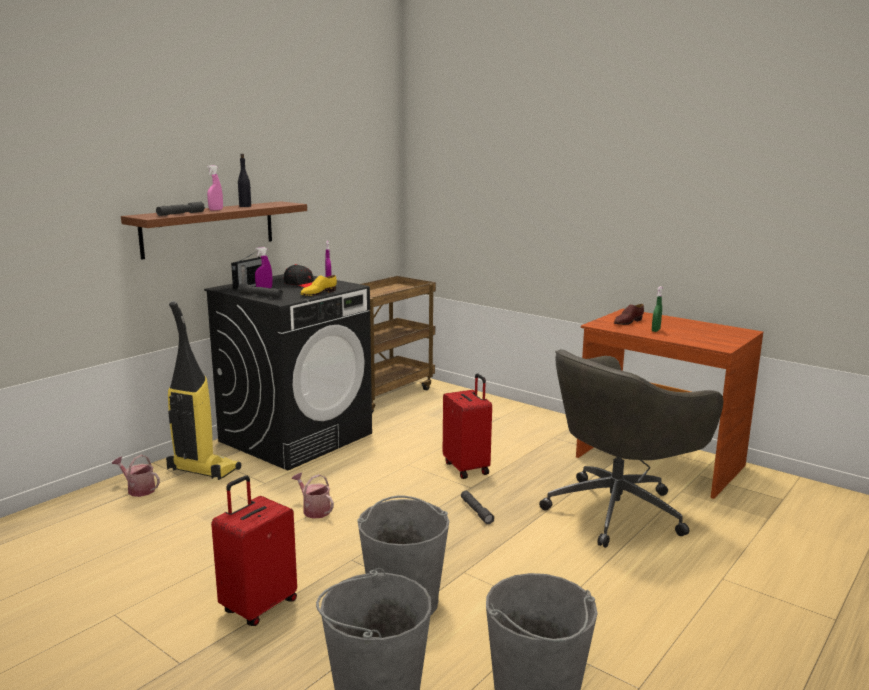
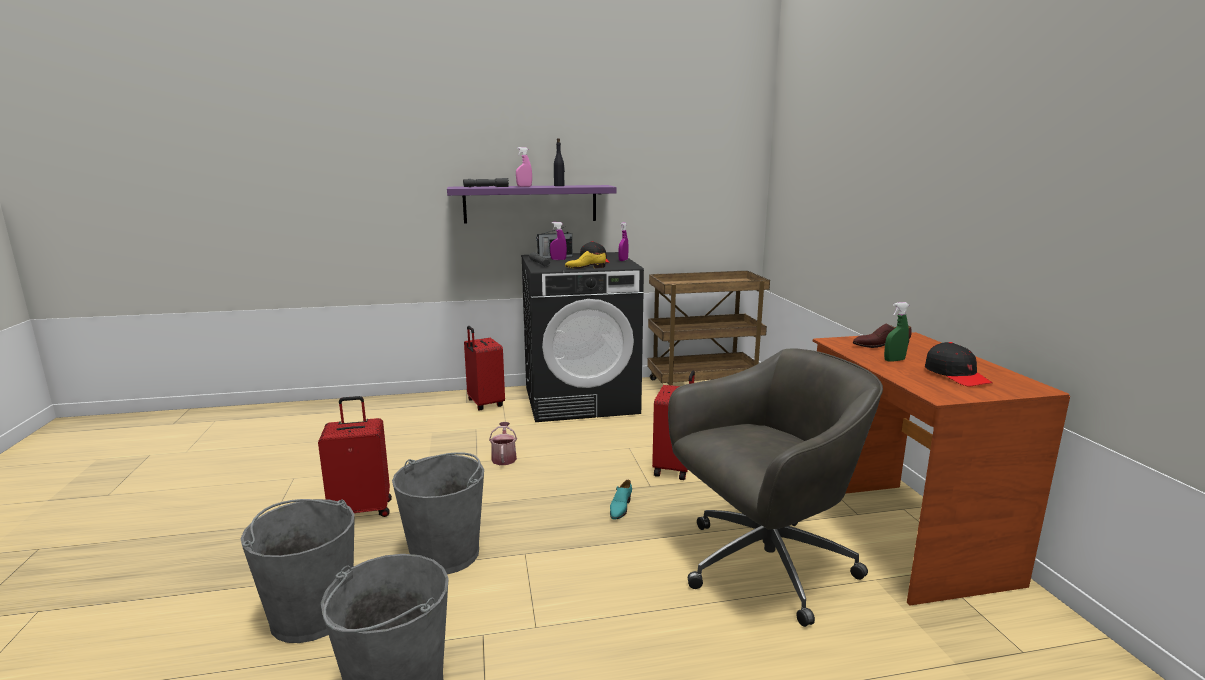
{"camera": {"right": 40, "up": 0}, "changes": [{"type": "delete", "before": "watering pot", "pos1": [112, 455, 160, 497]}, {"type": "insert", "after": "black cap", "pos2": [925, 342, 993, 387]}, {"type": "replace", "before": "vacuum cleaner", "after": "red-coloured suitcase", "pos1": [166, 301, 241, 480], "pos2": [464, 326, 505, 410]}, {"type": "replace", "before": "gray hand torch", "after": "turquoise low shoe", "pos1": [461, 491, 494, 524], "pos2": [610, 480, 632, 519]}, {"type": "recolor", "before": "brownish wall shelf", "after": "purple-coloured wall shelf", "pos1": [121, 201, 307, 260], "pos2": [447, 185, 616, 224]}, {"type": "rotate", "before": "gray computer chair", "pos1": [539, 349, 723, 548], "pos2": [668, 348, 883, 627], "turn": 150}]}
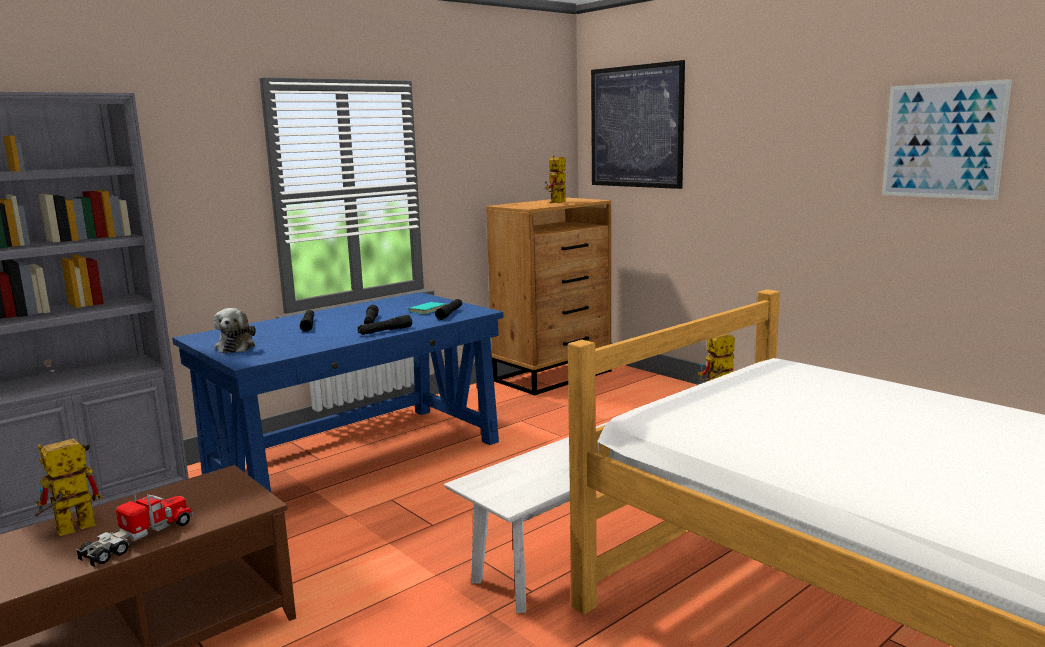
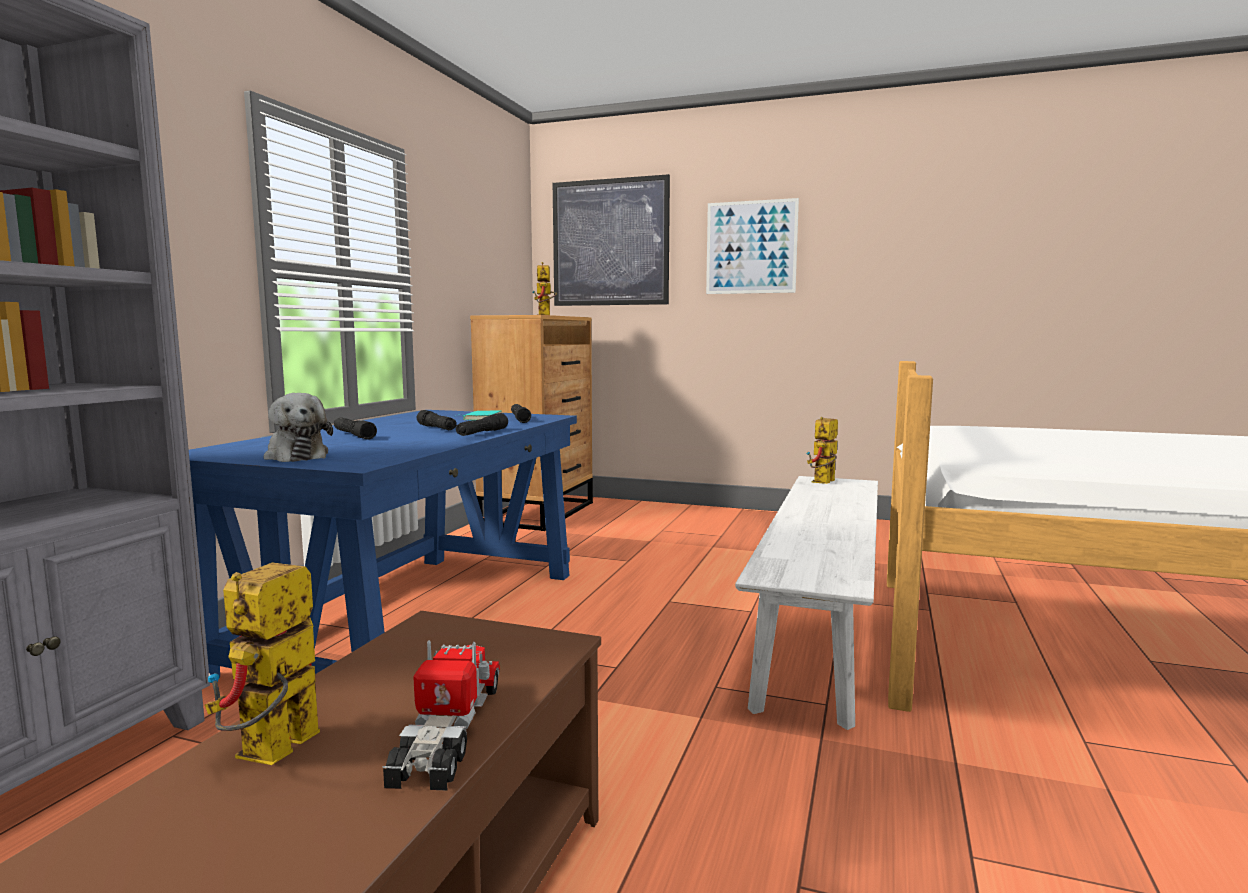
{"camera": {"right": -30, "up": -5}, "changes": [{"type": "move", "before": "wall art", "pos1": [882, 79, 1012, 200], "pos2": [706, 198, 799, 294]}]}
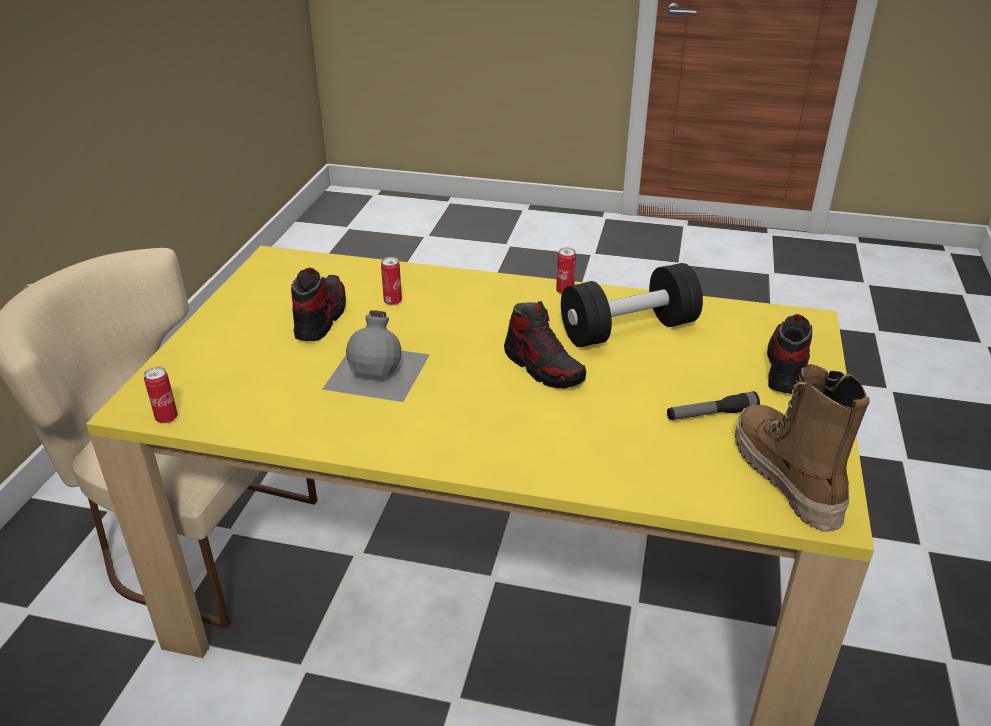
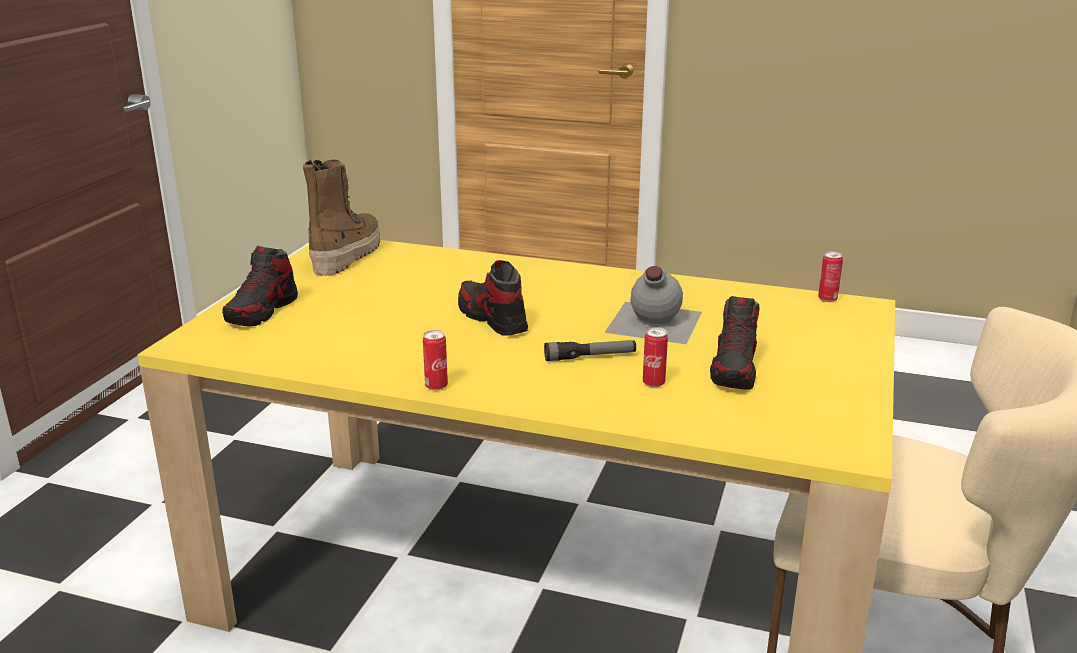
{"camera": {"right": -175, "up": -10}, "changes": [{"type": "delete", "before": "black hand weight", "pos1": [561, 263, 703, 347]}, {"type": "move", "before": "hand torch", "pos1": [667, 391, 760, 420], "pos2": [544, 340, 636, 361]}, {"type": "rotate", "before": "boot", "pos1": [735, 364, 870, 532], "pos2": [303, 160, 380, 276], "turn": -150}]}
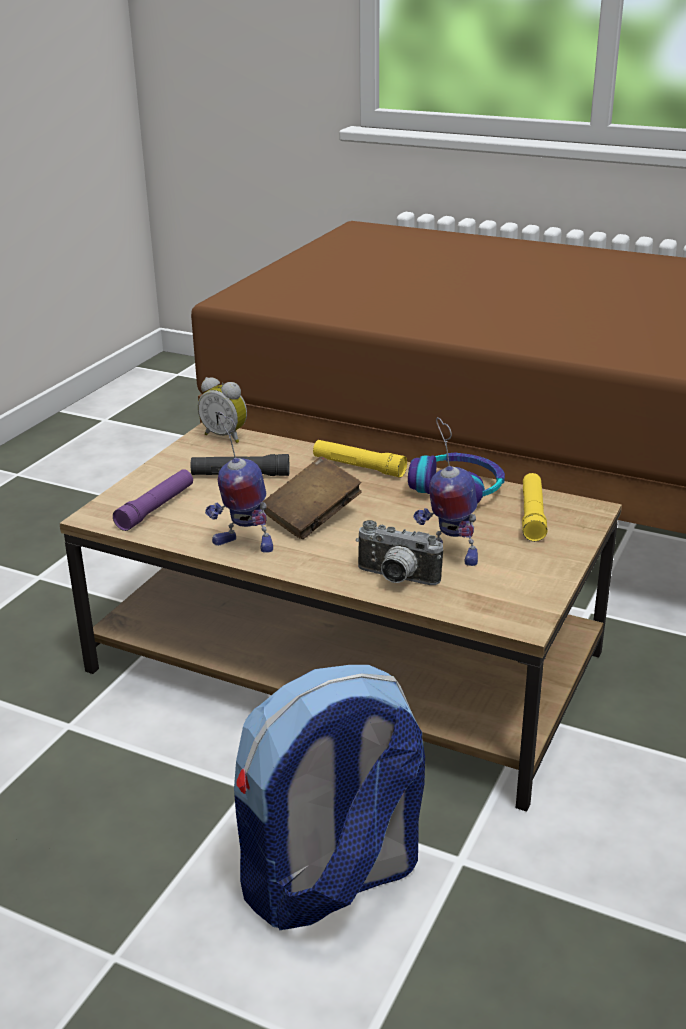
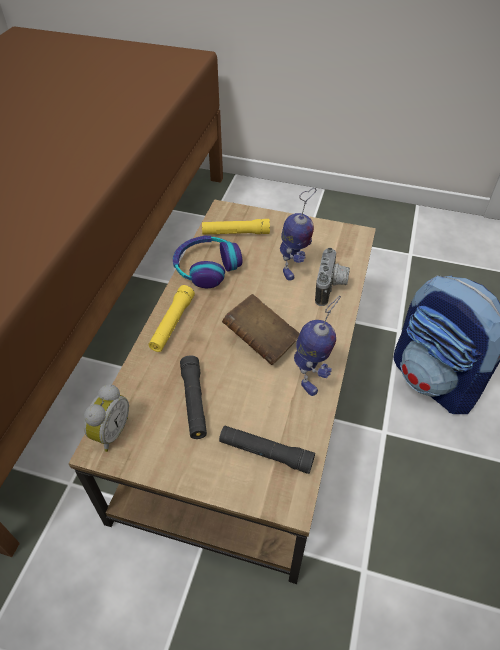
{"camera": {"right": -100, "up": 20}, "changes": [{"type": "recolor", "before": "purple-coloured hand torch", "after": "black hand torch", "pos1": [113, 469, 193, 531], "pos2": [219, 426, 315, 474]}]}
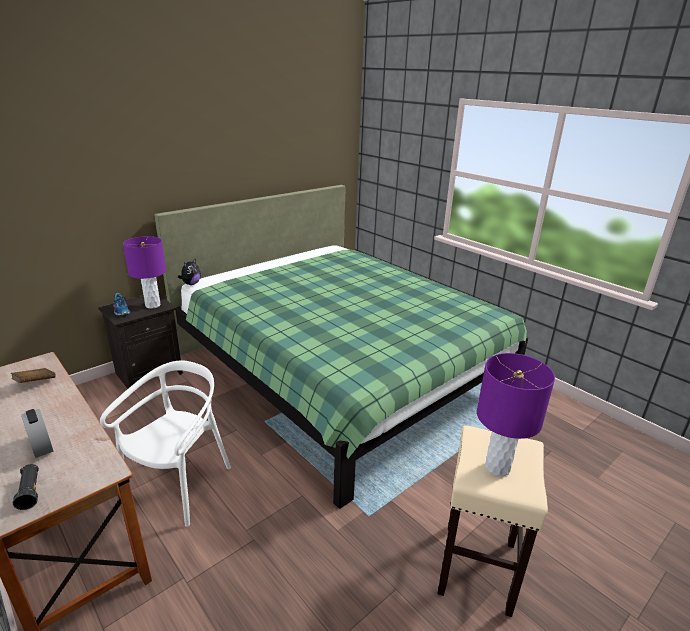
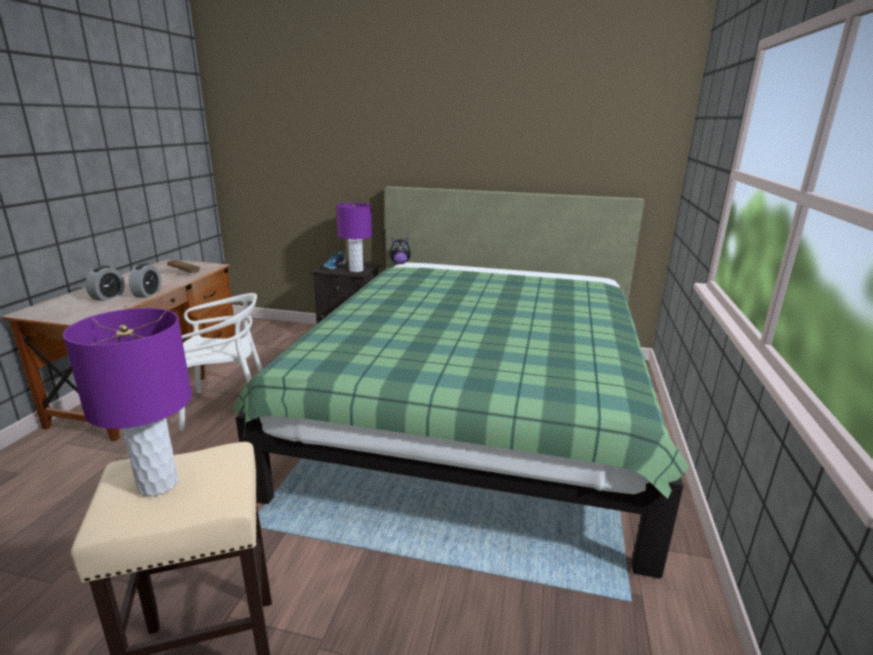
{"camera": {"right": 55, "up": -5}, "changes": [{"type": "delete", "before": "black hand torch", "pos1": [13, 464, 39, 510]}, {"type": "insert", "after": "bedside clock", "pos2": [129, 263, 161, 298]}]}
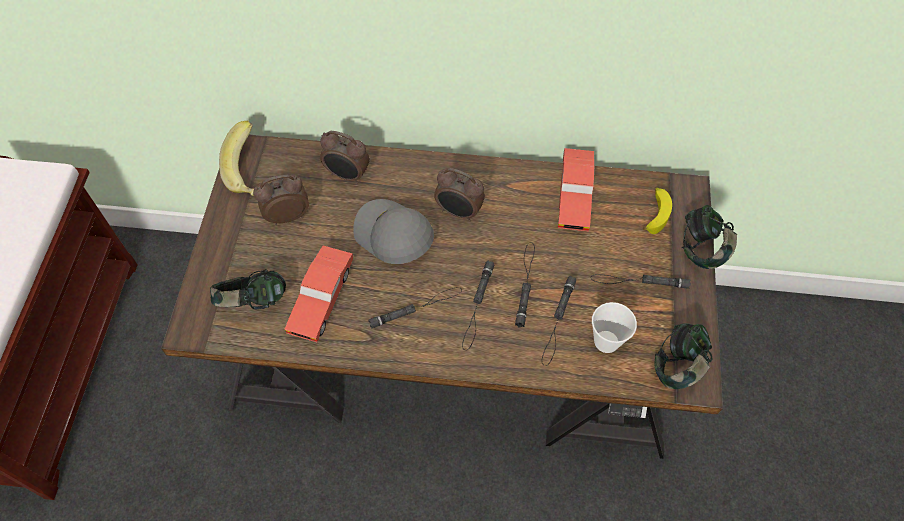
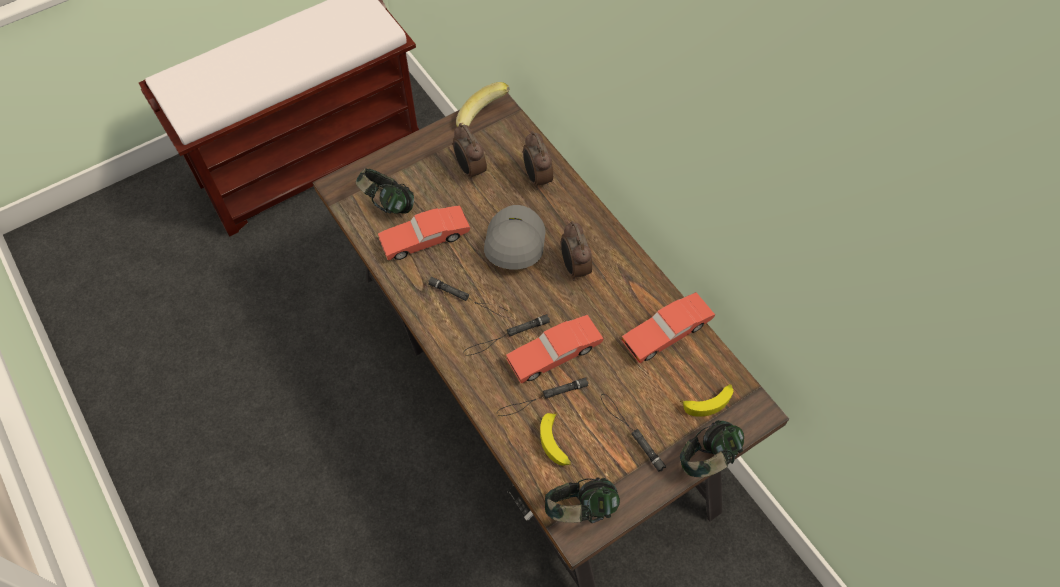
{"camera": {"right": 50, "up": 0}, "changes": [{"type": "replace", "before": "black hand torch", "after": "red-coloured miniature car", "pos1": [515, 242, 535, 328], "pos2": [506, 315, 604, 383]}, {"type": "replace", "before": "drinking cup", "after": "banana fruit", "pos1": [592, 302, 637, 353], "pos2": [540, 412, 571, 466]}, {"type": "rotate", "before": "bedside clock", "pos1": [253, 174, 309, 225], "pos2": [453, 123, 487, 181], "turn": -150}]}
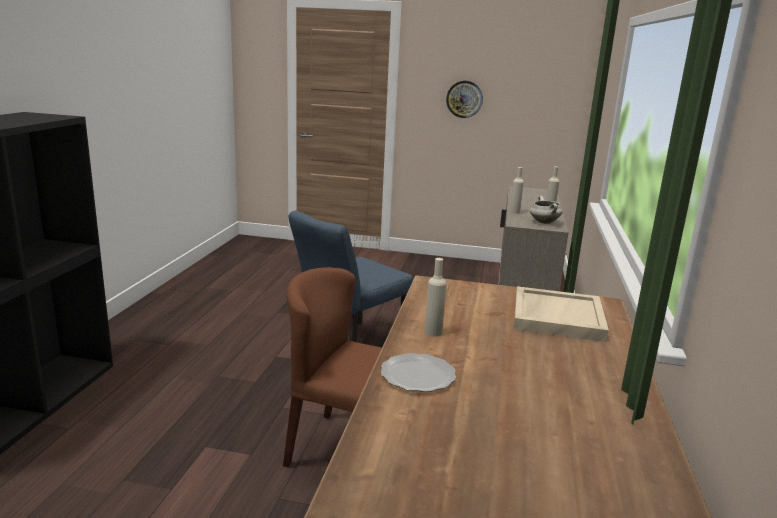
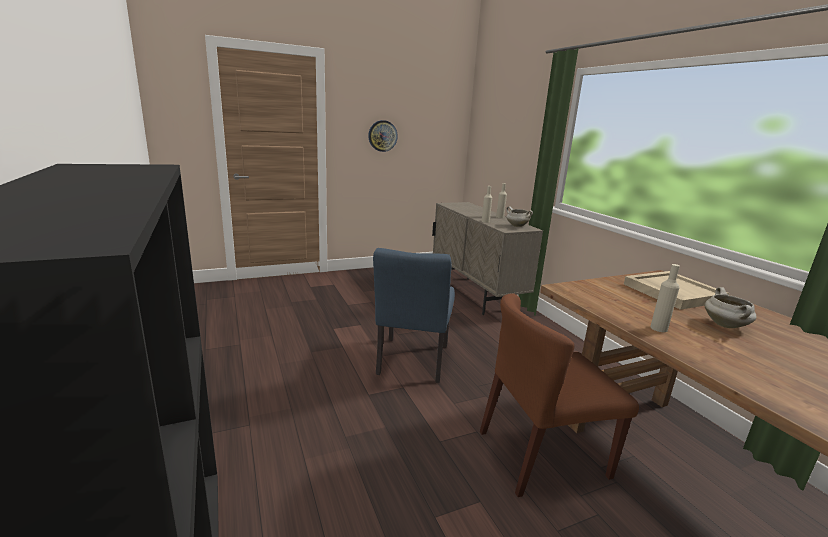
{"camera": {"right": -35, "up": 0}, "changes": [{"type": "delete", "before": "plate", "pos1": [381, 353, 456, 392]}, {"type": "insert", "after": "white stockpot", "pos2": [704, 287, 756, 328]}]}
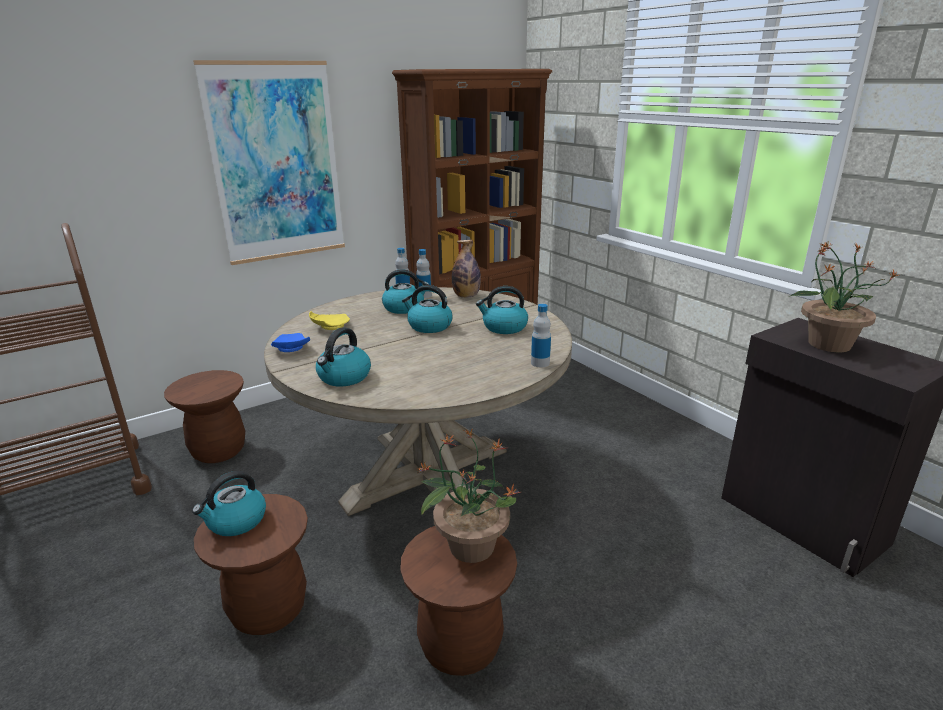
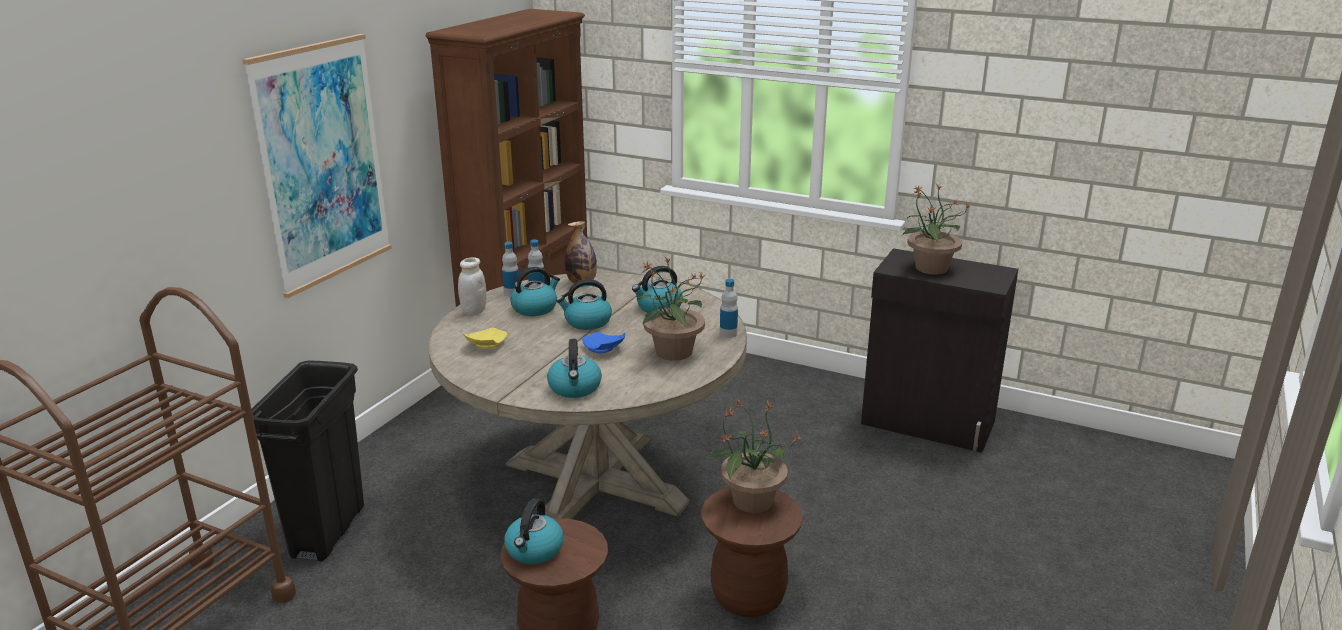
{"camera": {"right": -30, "up": 0}, "changes": [{"type": "insert", "after": "white preserve jar", "pos2": [458, 257, 487, 315]}, {"type": "insert", "after": "houseplant", "pos2": [637, 256, 707, 361]}, {"type": "move", "before": "blue plate", "pos1": [271, 333, 310, 352], "pos2": [582, 332, 625, 353]}, {"type": "replace", "before": "brownish stool seat", "after": "black trash can", "pos1": [164, 370, 245, 463], "pos2": [251, 360, 364, 561]}]}
